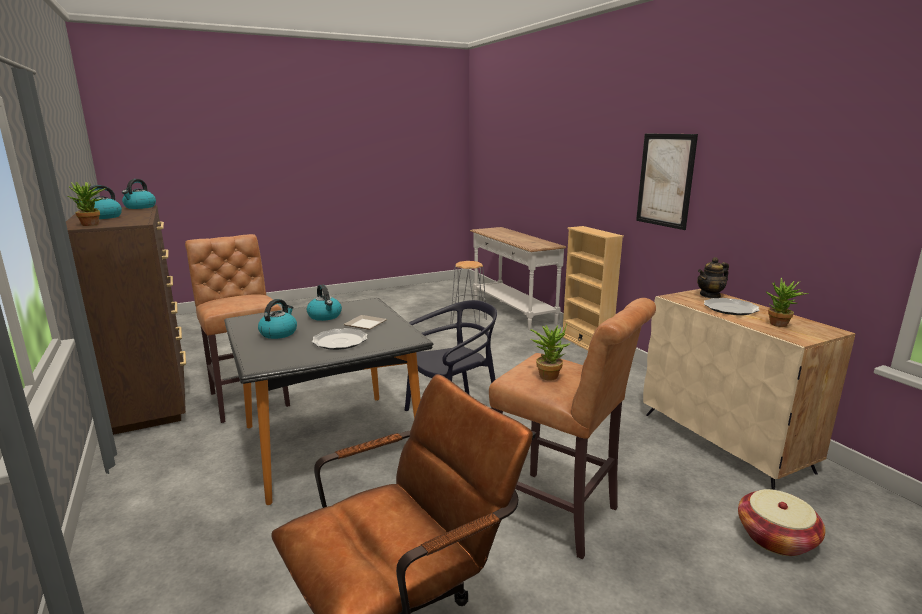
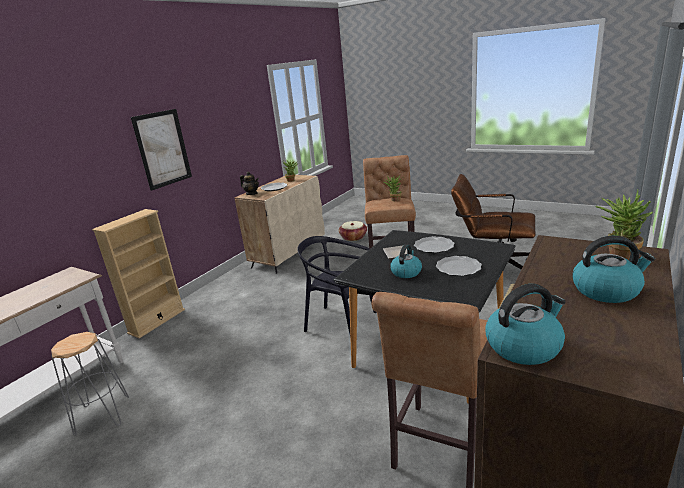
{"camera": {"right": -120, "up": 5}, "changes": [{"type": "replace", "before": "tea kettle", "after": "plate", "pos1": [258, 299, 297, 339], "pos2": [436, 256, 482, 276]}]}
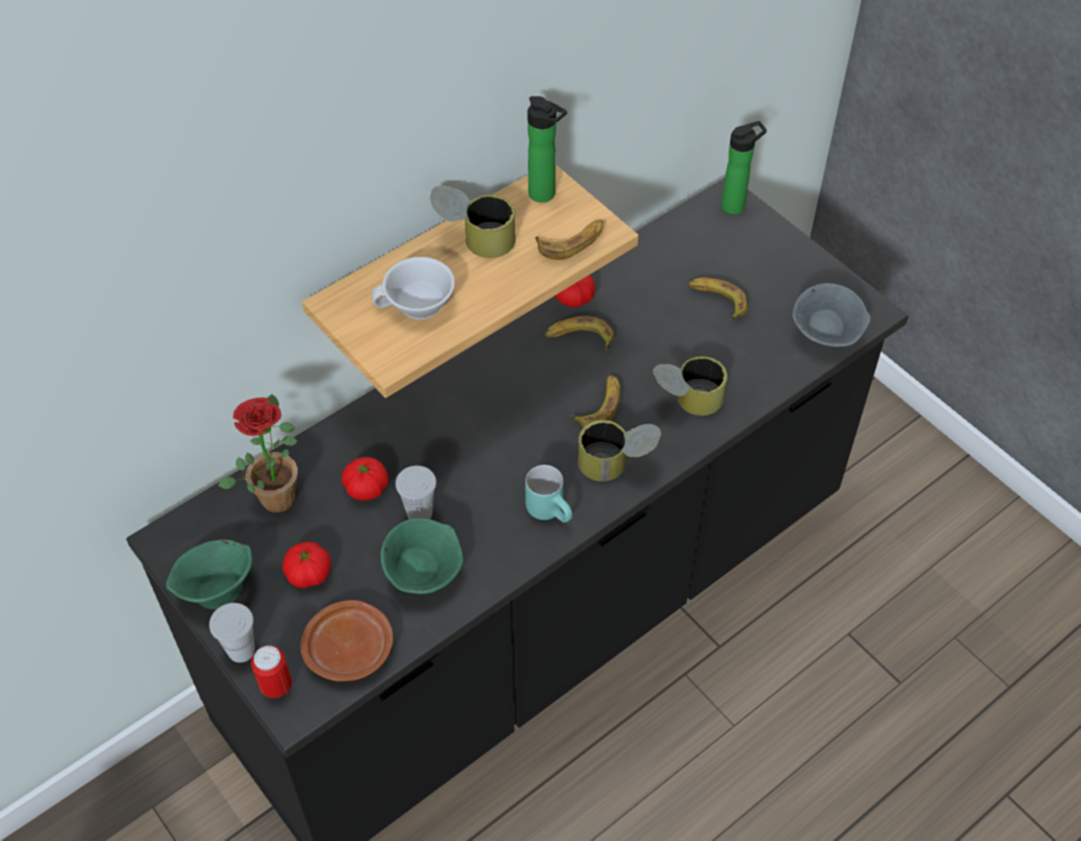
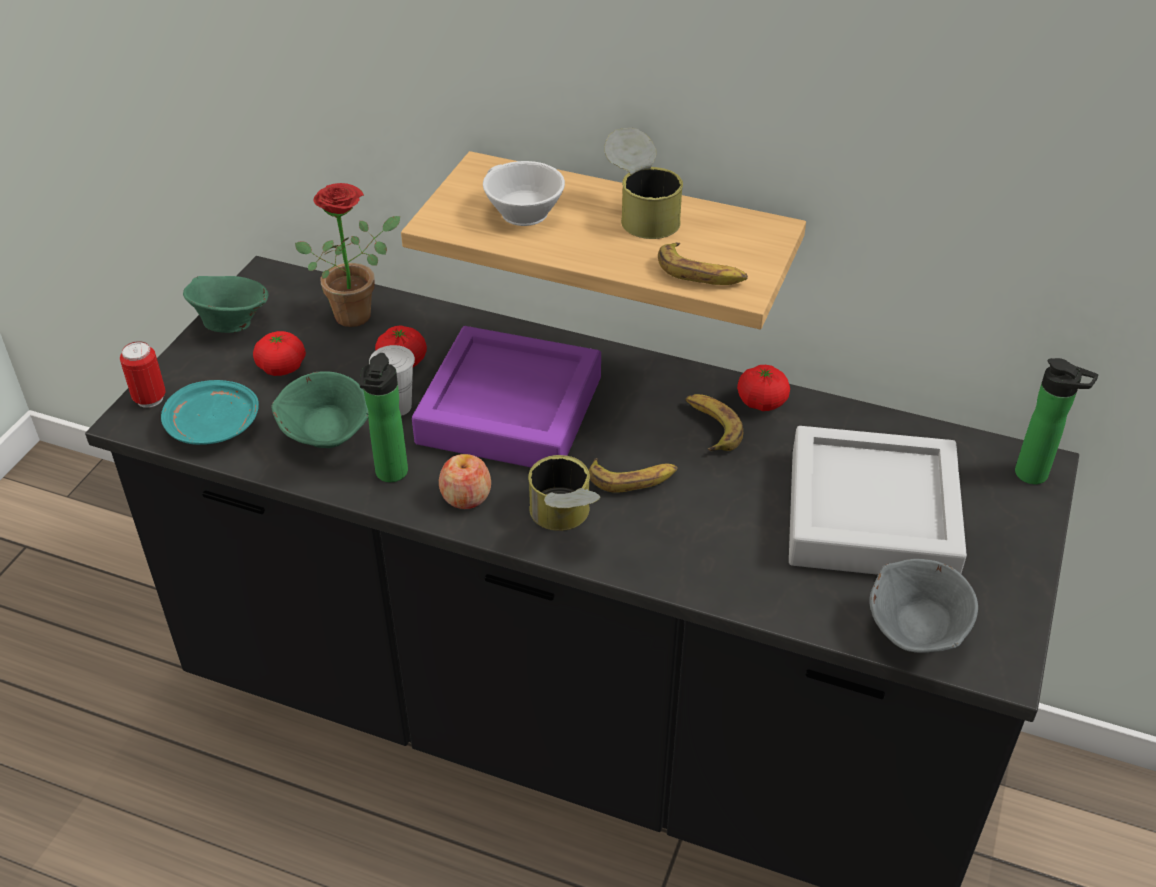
{"camera": {"right": 60, "up": -10}, "changes": [{"type": "delete", "before": "white drinking cup", "pos1": [209, 603, 255, 663]}, {"type": "delete", "before": "can", "pos1": [653, 356, 728, 416]}, {"type": "insert", "after": "purple-coloured serving tray", "pos2": [412, 326, 601, 467]}, {"type": "move", "before": "drink bottle", "pos1": [528, 96, 567, 203], "pos2": [360, 353, 408, 482]}, {"type": "replace", "before": "turquoise coffee mug", "after": "whole apple", "pos1": [525, 465, 572, 522], "pos2": [439, 454, 491, 509]}, {"type": "replace", "before": "banana fruit", "after": "gray serving tray", "pos1": [688, 277, 749, 321], "pos2": [789, 426, 967, 575]}, {"type": "recolor", "before": "brownish plate", "after": "turquoise plate", "pos1": [300, 600, 393, 681], "pos2": [161, 380, 259, 445]}]}
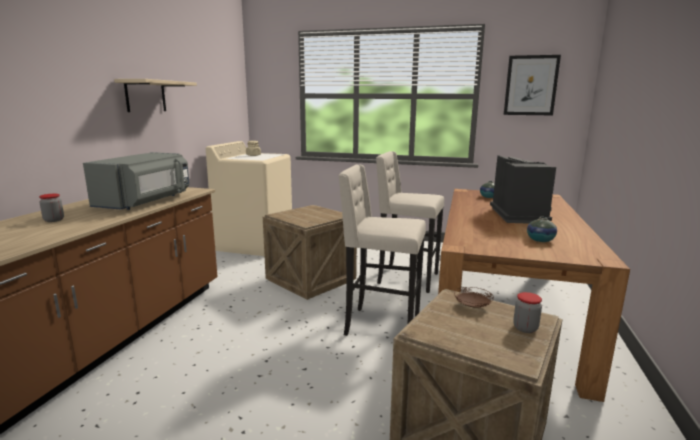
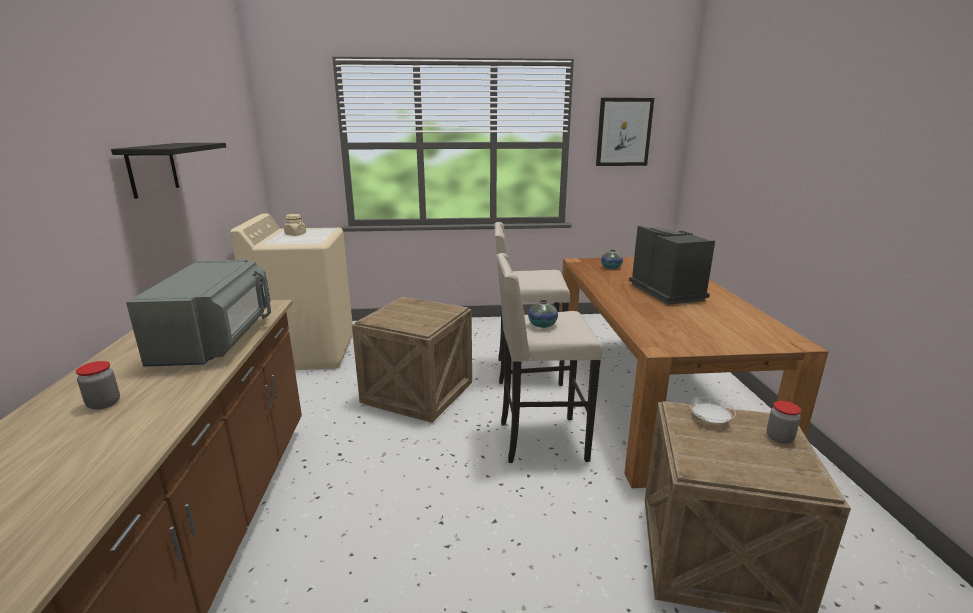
{"camera": {"right": -20, "up": 5}, "changes": [{"type": "move", "before": "vase", "pos1": [527, 217, 557, 242], "pos2": [528, 300, 558, 328]}, {"type": "recolor", "before": "beige-coloured wall shelf", "after": "black wall shelf", "pos1": [114, 79, 197, 112], "pos2": [111, 143, 226, 199]}, {"type": "recolor", "before": "brownish plate", "after": "white plate", "pos1": [454, 287, 494, 308], "pos2": [690, 397, 736, 423]}]}
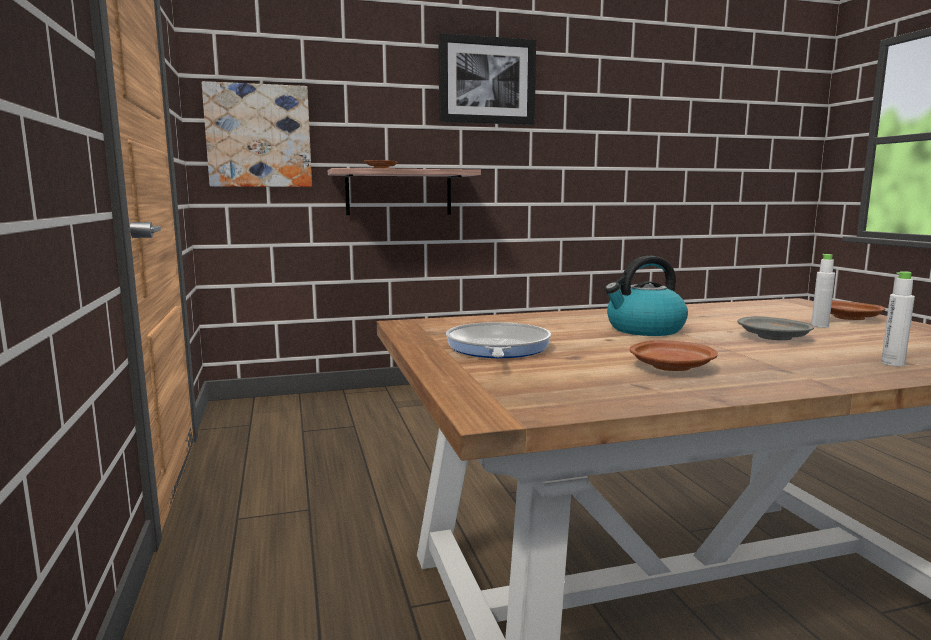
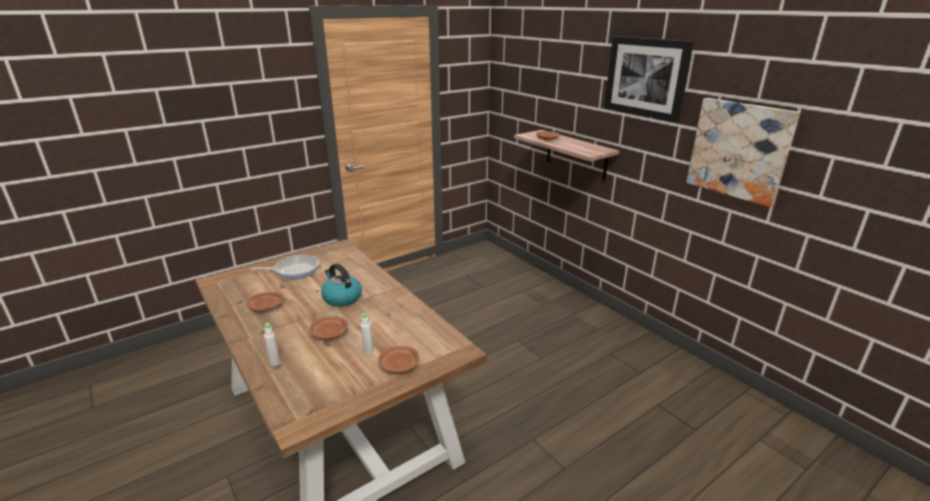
{"camera": {"right": 70, "up": 15}, "changes": [{"type": "move", "before": "wall art", "pos1": [202, 81, 312, 187], "pos2": [686, 98, 800, 207]}, {"type": "recolor", "before": "gray plate", "after": "brownish plate", "pos1": [738, 316, 814, 340], "pos2": [309, 316, 348, 339]}]}
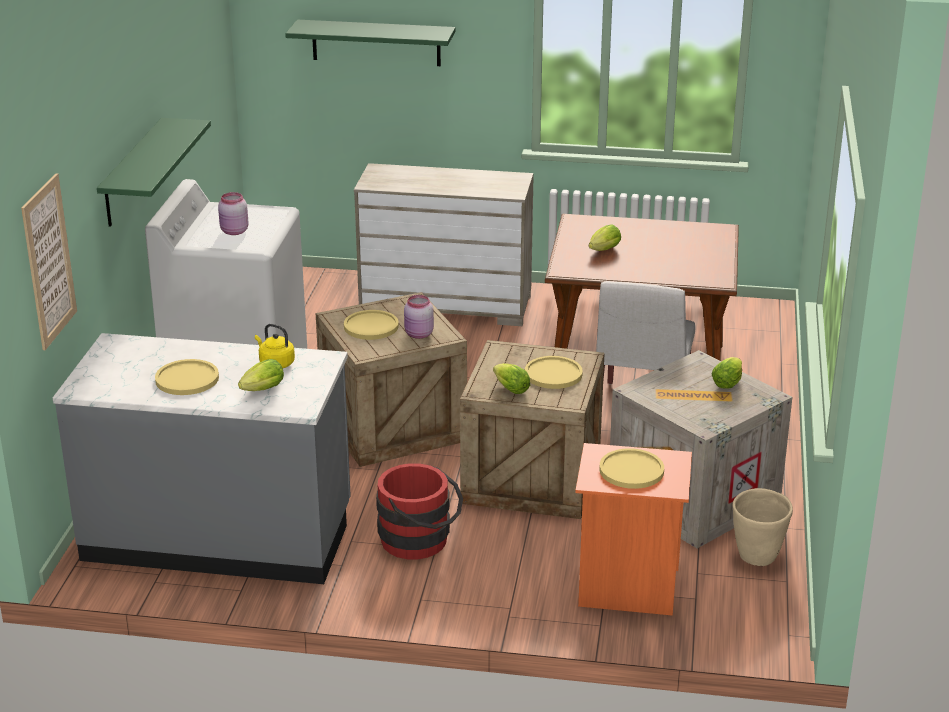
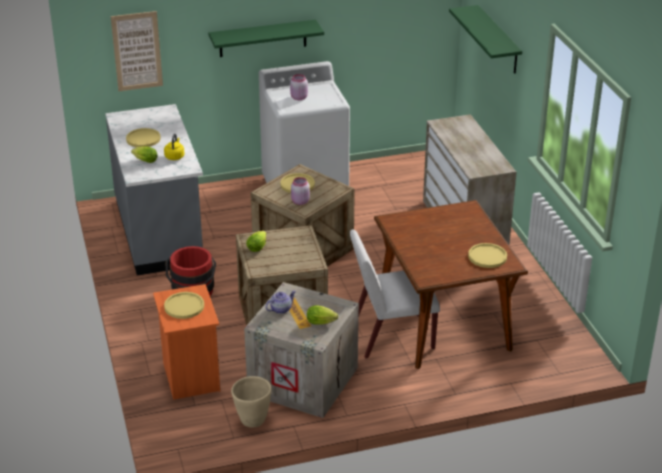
{"camera": {"right": 65, "up": 5}, "changes": [{"type": "delete", "before": "lettuce head", "pos1": [589, 224, 621, 251]}, {"type": "insert", "after": "tea pot", "pos2": [266, 290, 296, 314]}, {"type": "move", "before": "yellowish plate", "pos1": [525, 356, 583, 389], "pos2": [468, 243, 507, 268]}]}
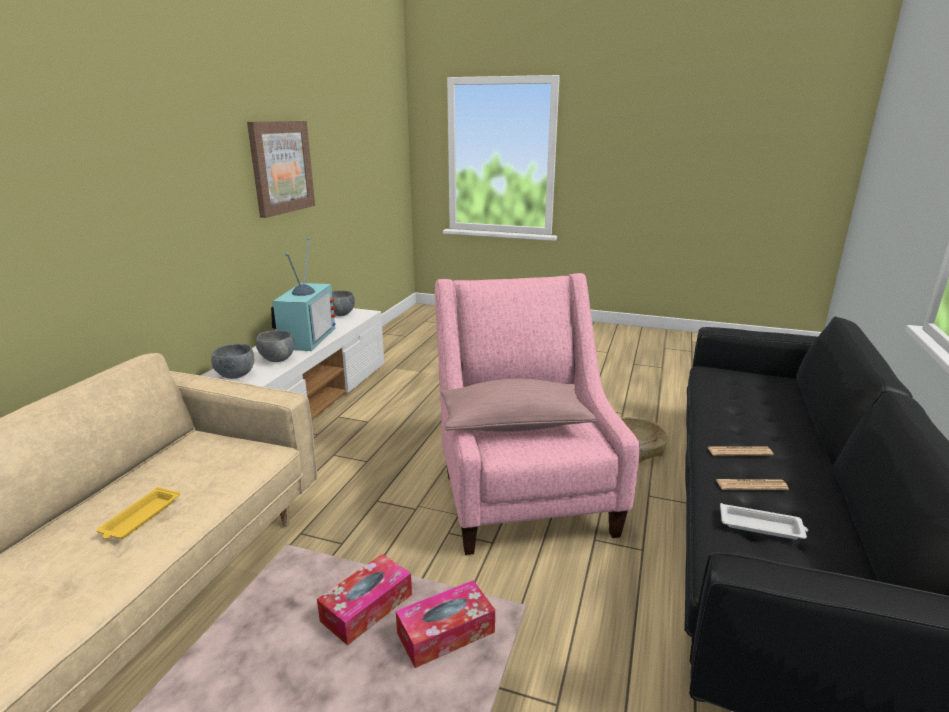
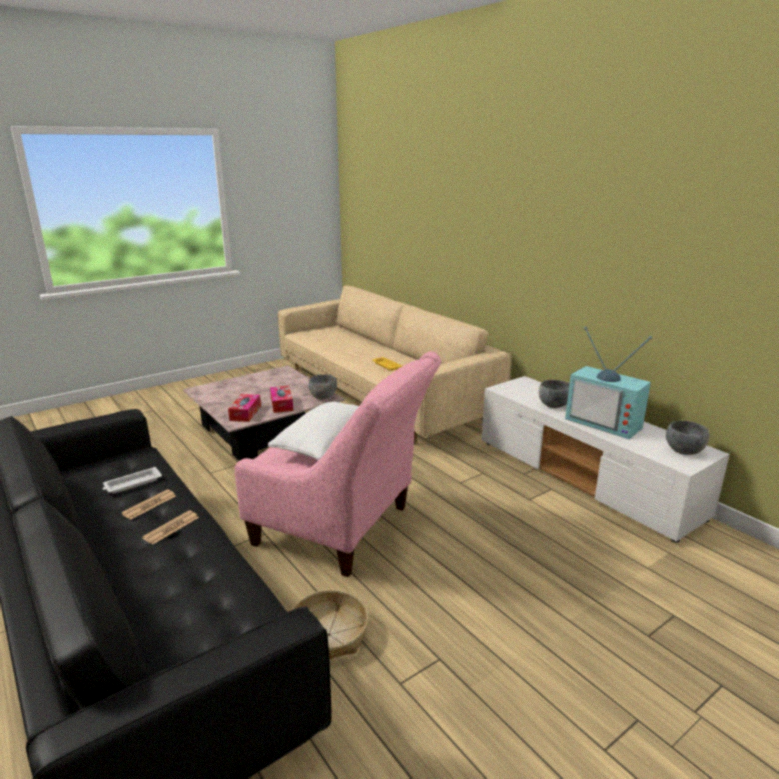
{"camera": {"right": 125, "up": 0}, "changes": [{"type": "delete", "before": "wall art", "pos1": [247, 121, 315, 218]}, {"type": "move", "before": "gray serving bowl", "pos1": [211, 344, 254, 379], "pos2": [309, 374, 337, 400]}, {"type": "recolor", "before": "pink-coloured throw pillow", "after": "white throw pillow", "pos1": [441, 379, 596, 432], "pos2": [268, 401, 359, 460]}]}
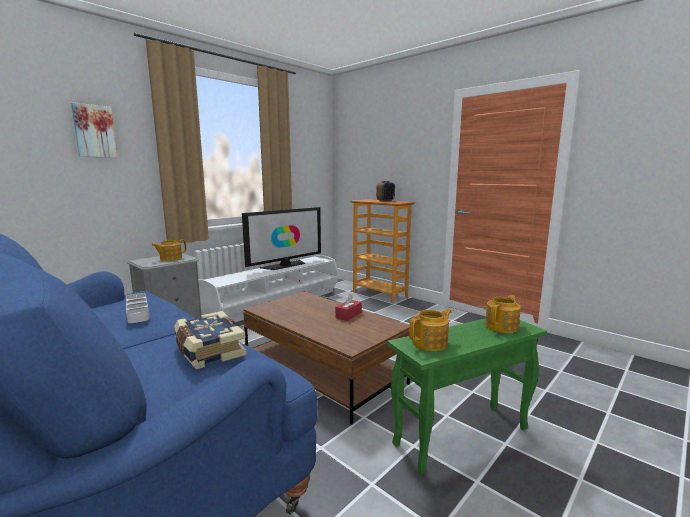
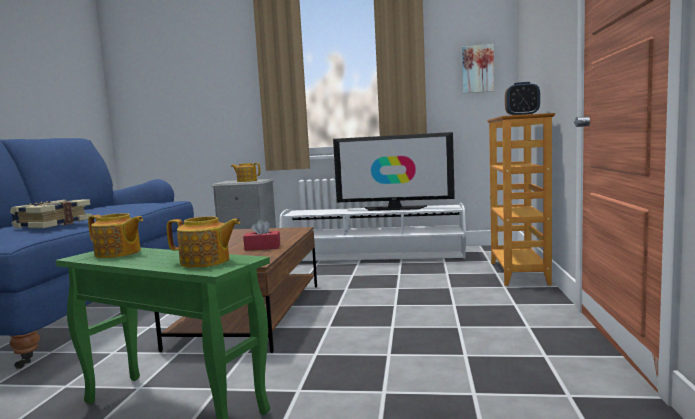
{"camera": {"right": 55, "up": -5}, "changes": [{"type": "delete", "before": "gray serving tray", "pos1": [126, 293, 150, 323]}, {"type": "move", "before": "wall art", "pos1": [71, 103, 117, 158], "pos2": [462, 44, 494, 94]}]}
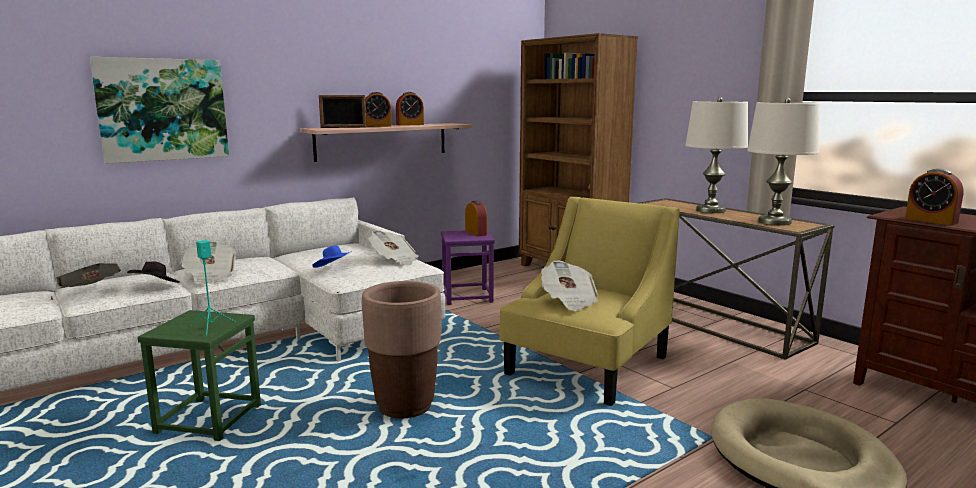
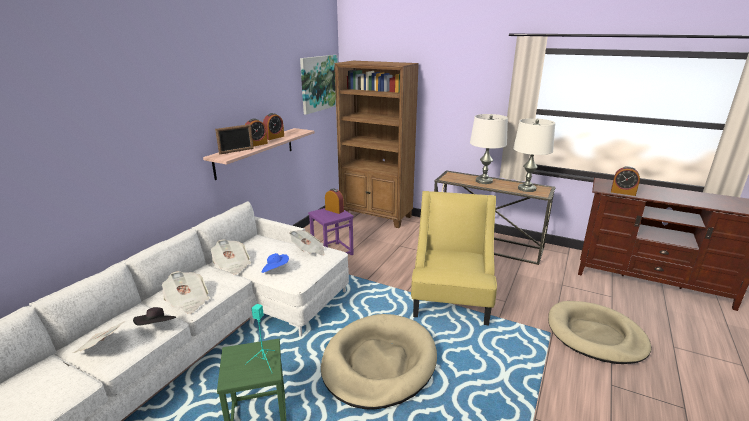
{"camera": {"right": -25, "up": 10}, "changes": [{"type": "move", "before": "wall art", "pos1": [90, 57, 229, 164], "pos2": [300, 55, 338, 115]}, {"type": "move", "before": "printed paper", "pos1": [541, 261, 599, 311], "pos2": [211, 239, 251, 274]}, {"type": "replace", "before": "brownish plant pot", "after": "beige-coloured dog bed", "pos1": [362, 281, 441, 418], "pos2": [321, 314, 437, 410]}]}
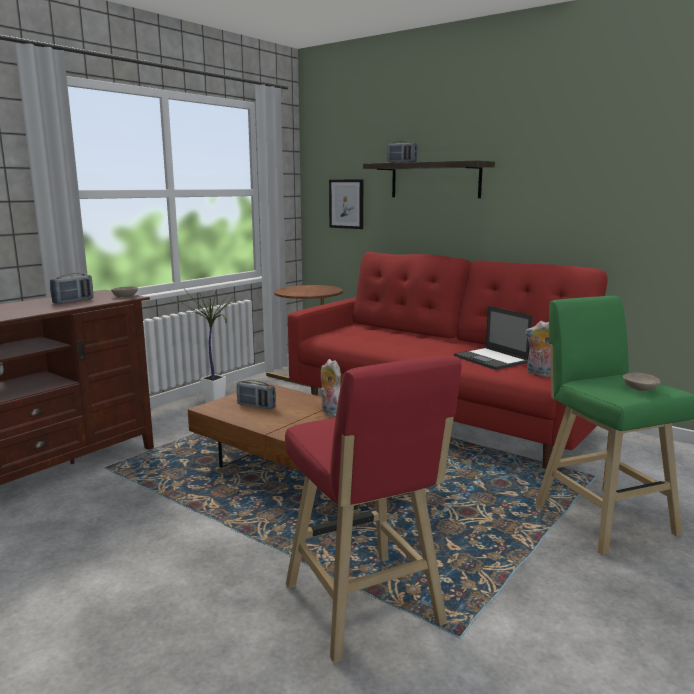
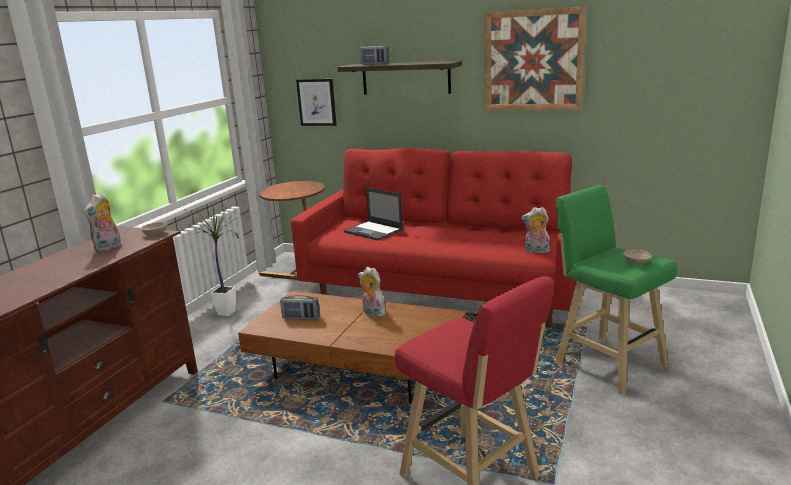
{"camera": {"right": -15, "up": 5}, "changes": [{"type": "insert", "after": "wall art", "pos2": [485, 6, 586, 110]}, {"type": "move", "before": "notebook computer", "pos1": [454, 306, 533, 370], "pos2": [344, 188, 403, 241]}, {"type": "replace", "before": "radio", "after": "plush toy", "pos1": [50, 273, 93, 304], "pos2": [83, 192, 121, 252]}]}
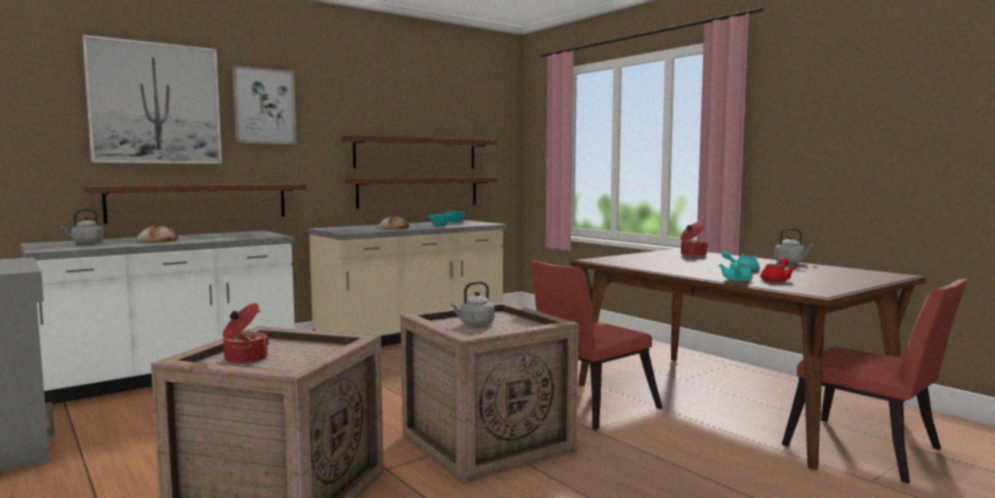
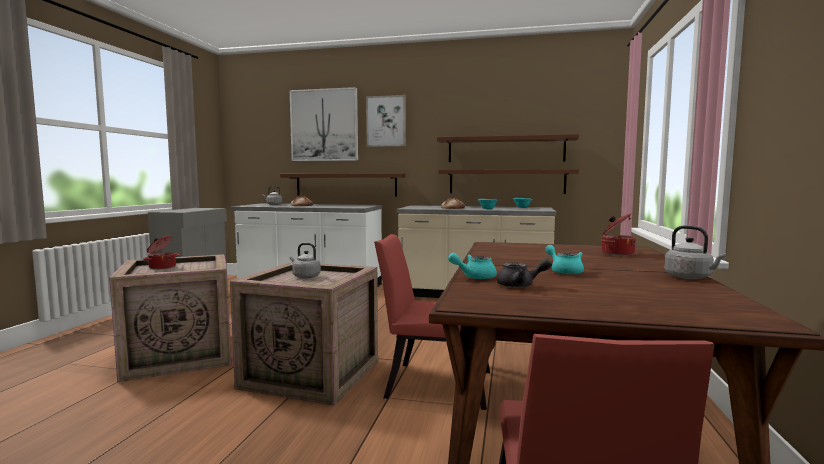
{"camera": {"right": 50, "up": 0}, "changes": [{"type": "recolor", "before": "red-coloured tea pot", "after": "gray tea pot", "pos1": [760, 258, 796, 282], "pos2": [497, 258, 552, 288]}]}
